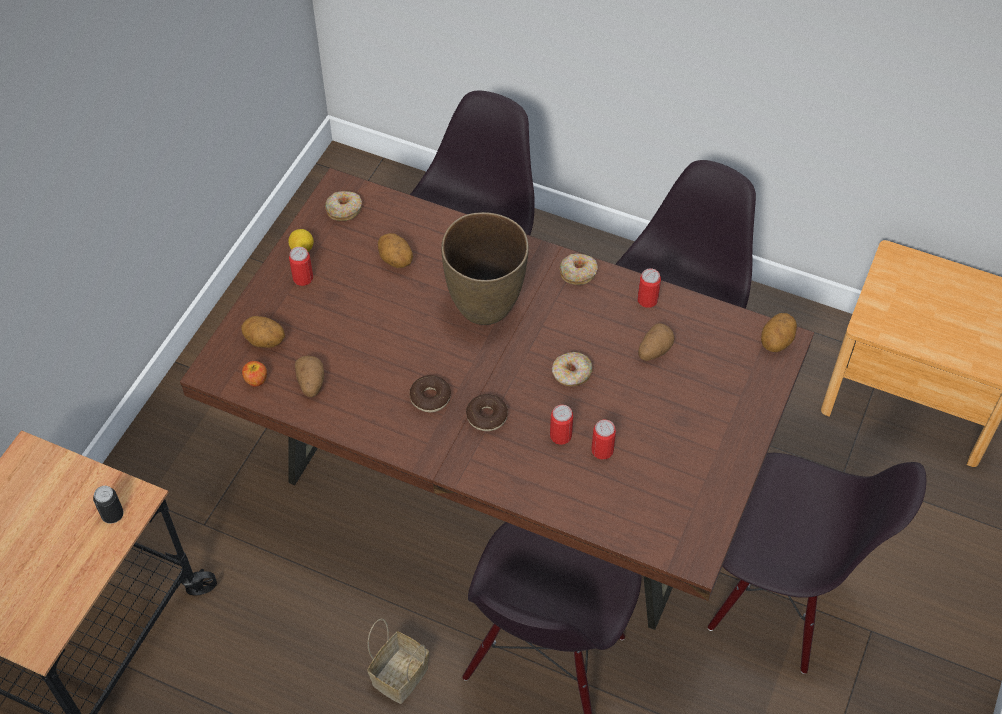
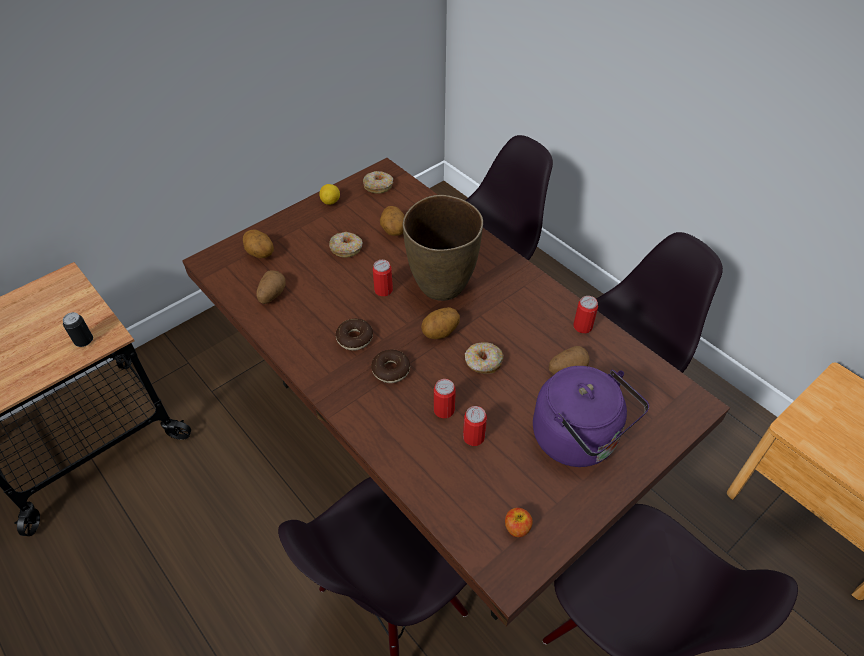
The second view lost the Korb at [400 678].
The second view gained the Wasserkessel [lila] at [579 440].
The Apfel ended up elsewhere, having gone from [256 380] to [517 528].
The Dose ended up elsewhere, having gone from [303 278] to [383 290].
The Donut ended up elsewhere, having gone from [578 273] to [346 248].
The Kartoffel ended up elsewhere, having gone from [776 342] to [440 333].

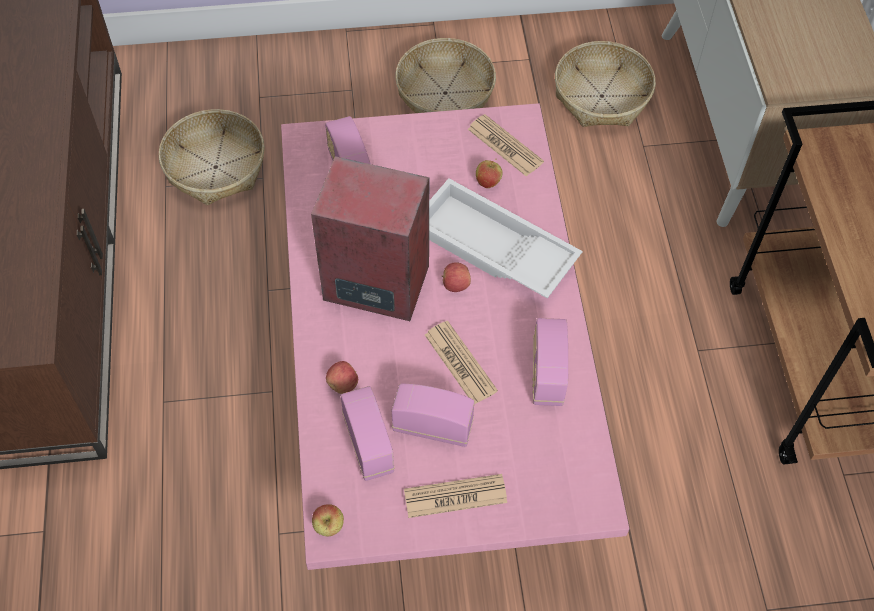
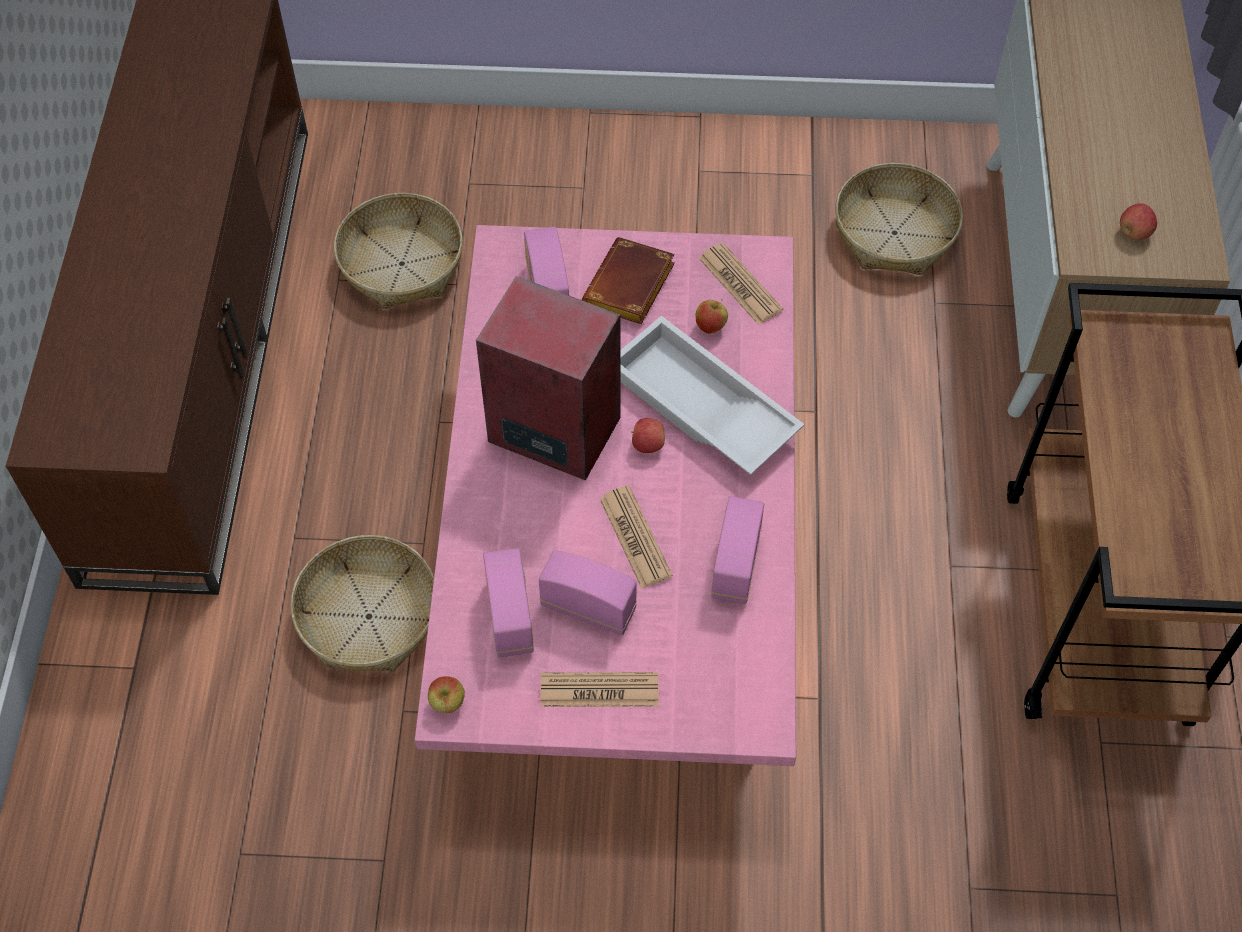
The second view gained the Buch [braun] at [630 289].
The Apfel ended up elsewhere, having gone from [343 384] to [1134 232].
The Korb ended up elsewhere, having gone from [445 93] to [369 616].

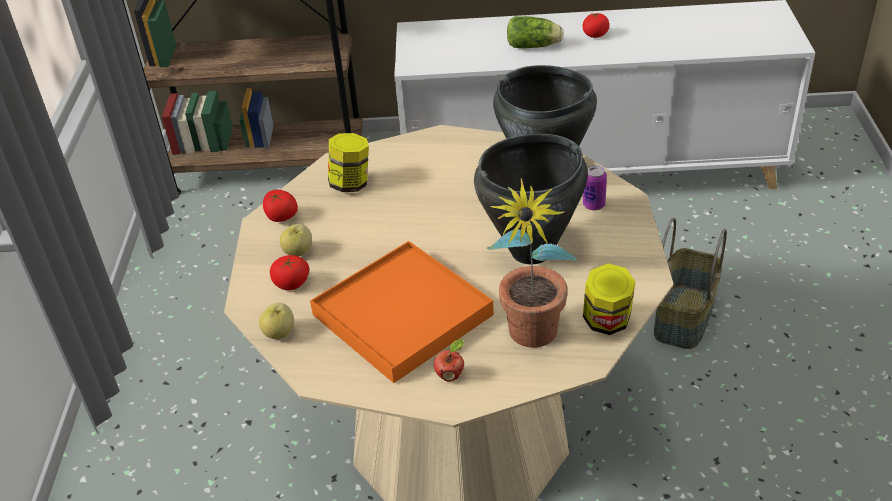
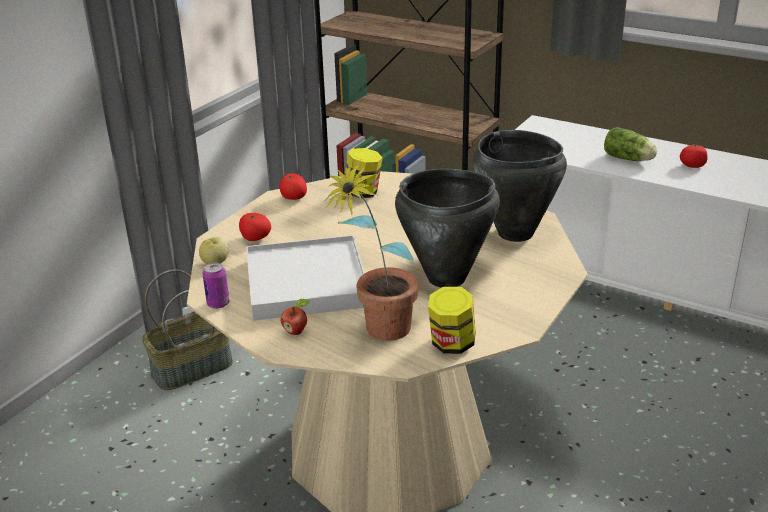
The second view lost the Apfel at [298 252].
The Dose ended up elsewhere, having gone from [593 205] to [218 304].
The Korb ended up elsewhere, having gone from [683 316] to [192 368].
What was the Tablett [orange] at [403 315] turned into the Tablett [weiß] at [307 283].

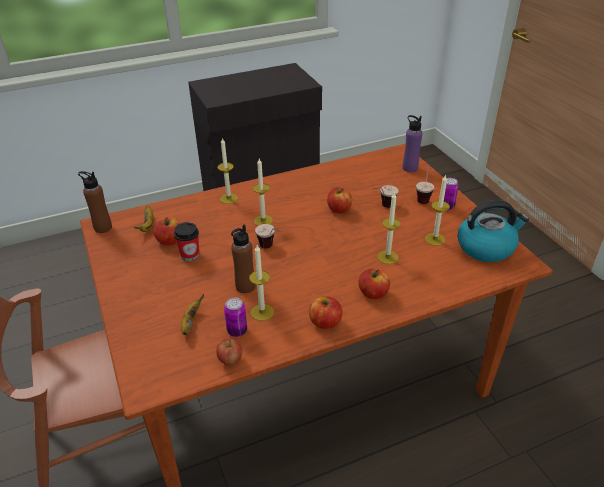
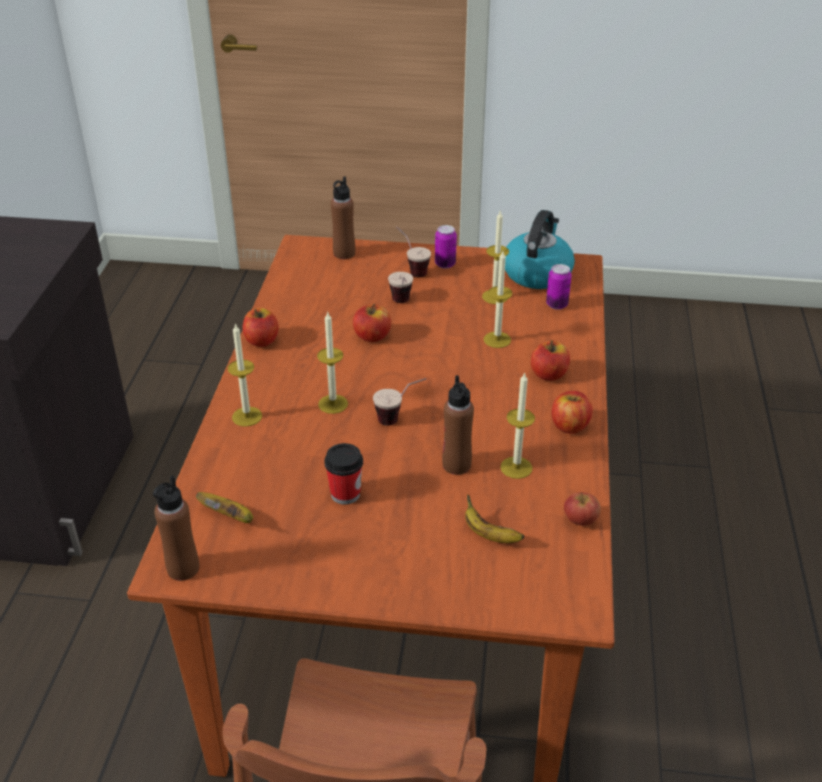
The Apfel ended up elsewhere, having gone from [170 241] to [262 341].
The Dose ended up elsewhere, having gone from [237 331] to [557 305].
What was the Flasche [lila] at [410 168] turned into the Flasche [braun] at [344 253].

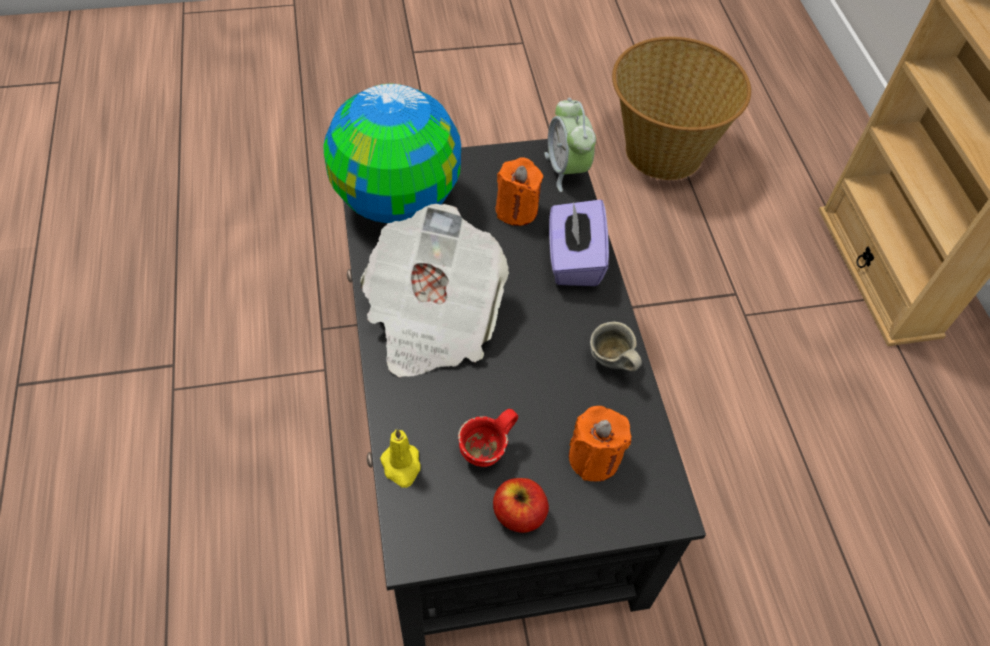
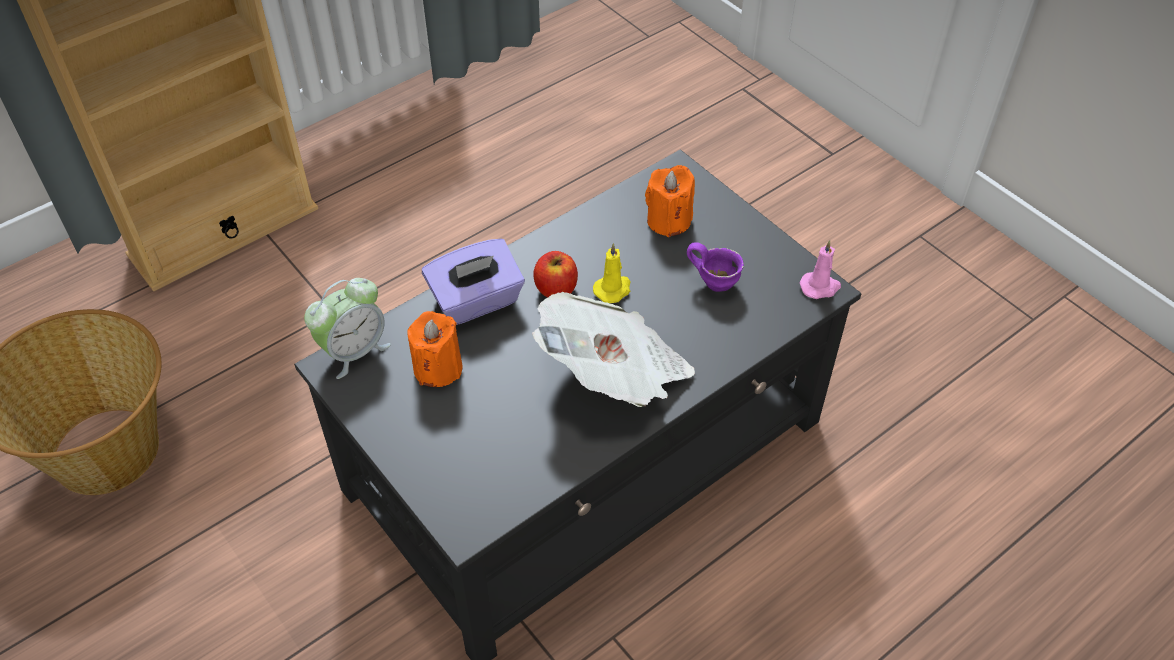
The second view lost the Globus at [397 201].
The second view lost the Henkelbecher [grau] at [610 364].
The second view gained the Kerze [rosa] at [820 287].
The Kerze [gelb] ended up elsewhere, having gone from [401 466] to [613 289].
The Apfel ended up elsewhere, having gone from [519 514] to [556 289].
What was the Henkelbecher [rot] at [487 453] turned into the Henkelbecher [lila] at [715 281].

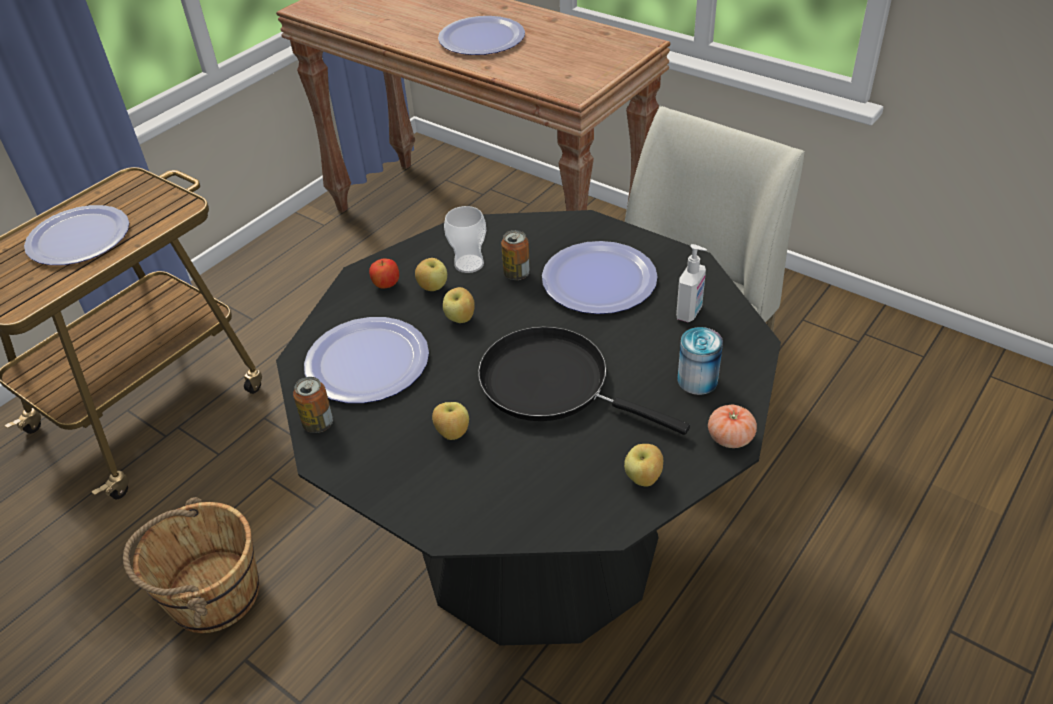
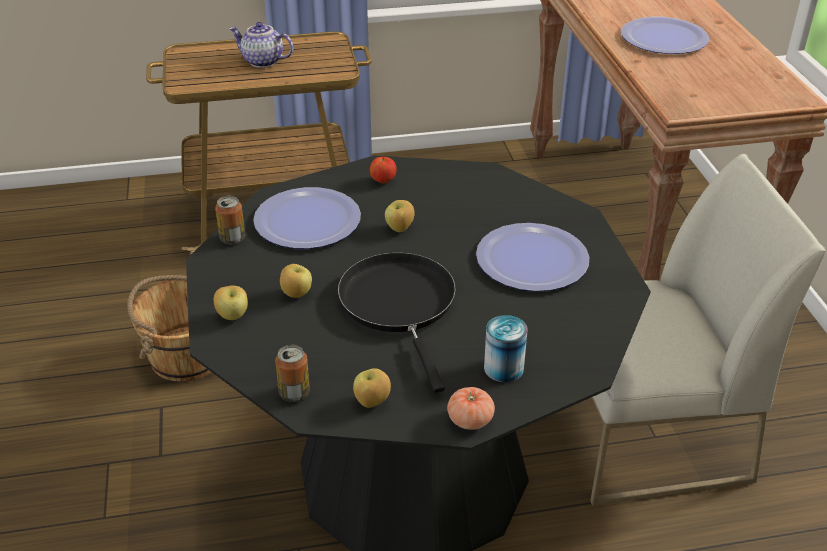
The second view lost the Tasse at [469 264].
The second view lost the Seifenspender at [690 313].
The Apfel ended up elsewhere, having gone from [433 287] to [233 316].
The Dose ended up elsewhere, having gone from [517 274] to [294 393].
Where the Teller stood at [79 238], the Teekanne came to stand at [262 62].

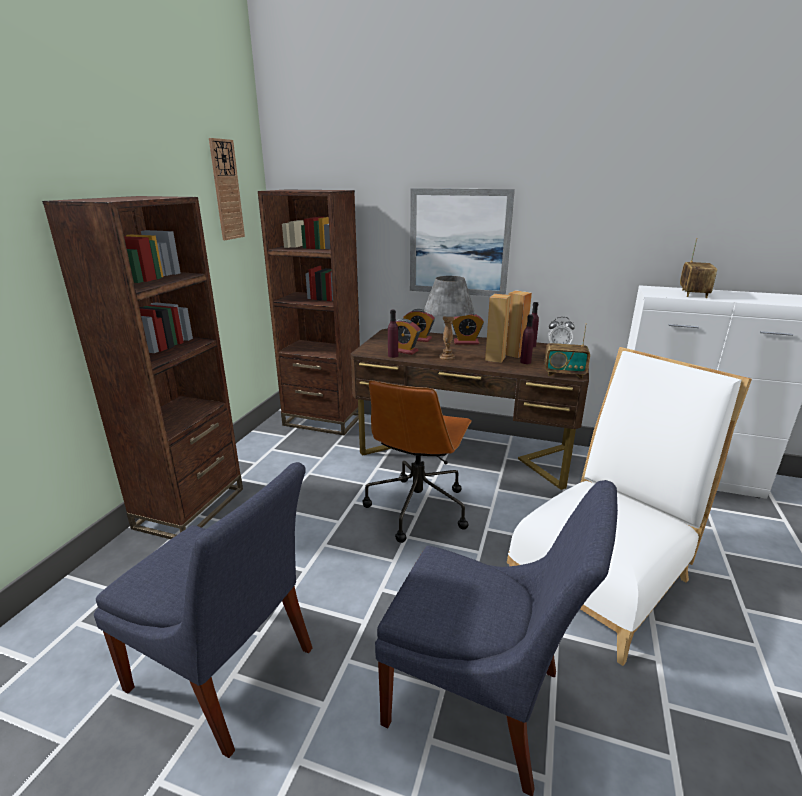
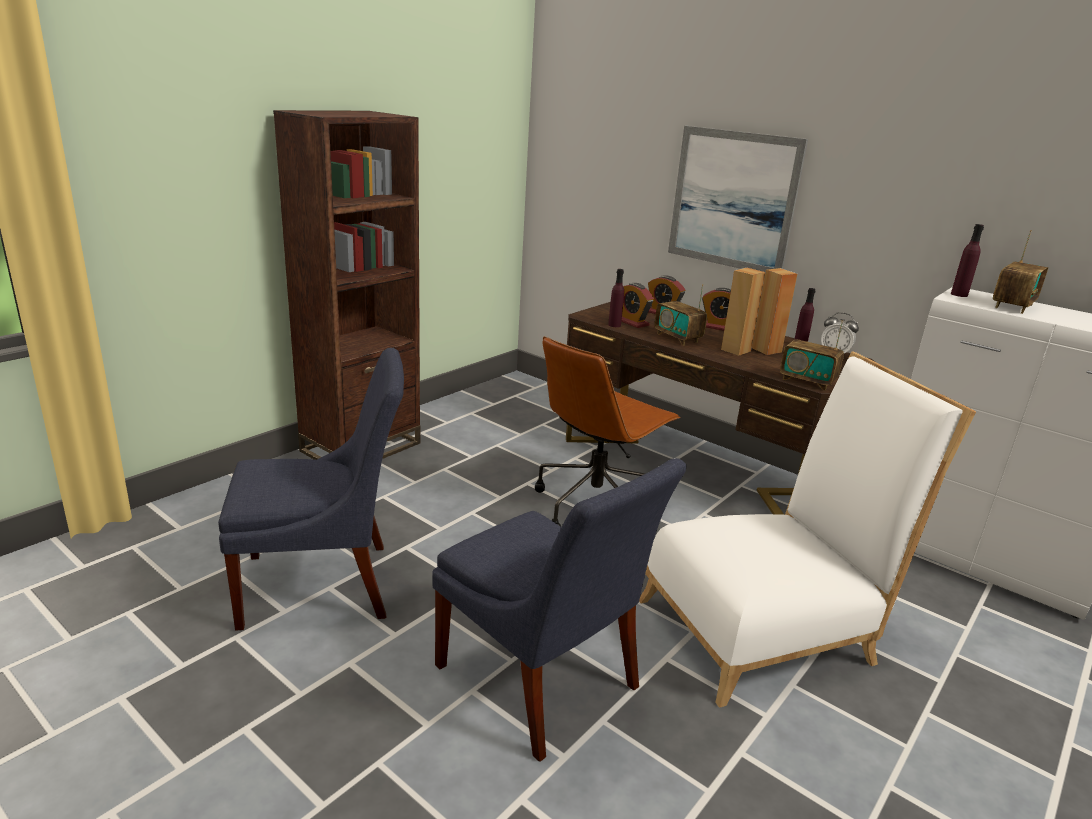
The second view lost the Wanduhr at [226 190].
The second view lost the Bücherregal [braun] at [323 420].
The Flasche [lila] ended up elsewhere, having gone from [525 362] to [959 294].
Where the Tischlampe [grau] stood at [447 357], the Radio came to stand at [677 338].
The Stuhl [blau] at [226 673] ended up facing another way, 60 degrees counterclockwise from before.

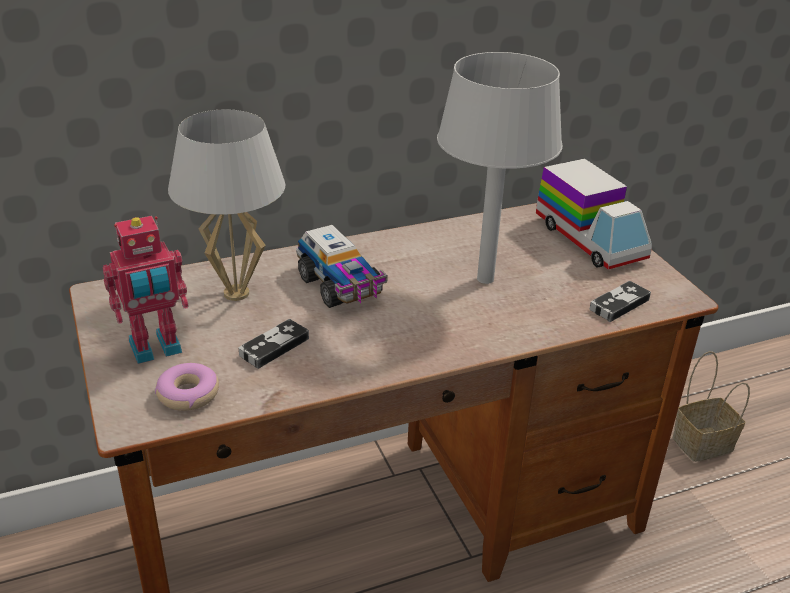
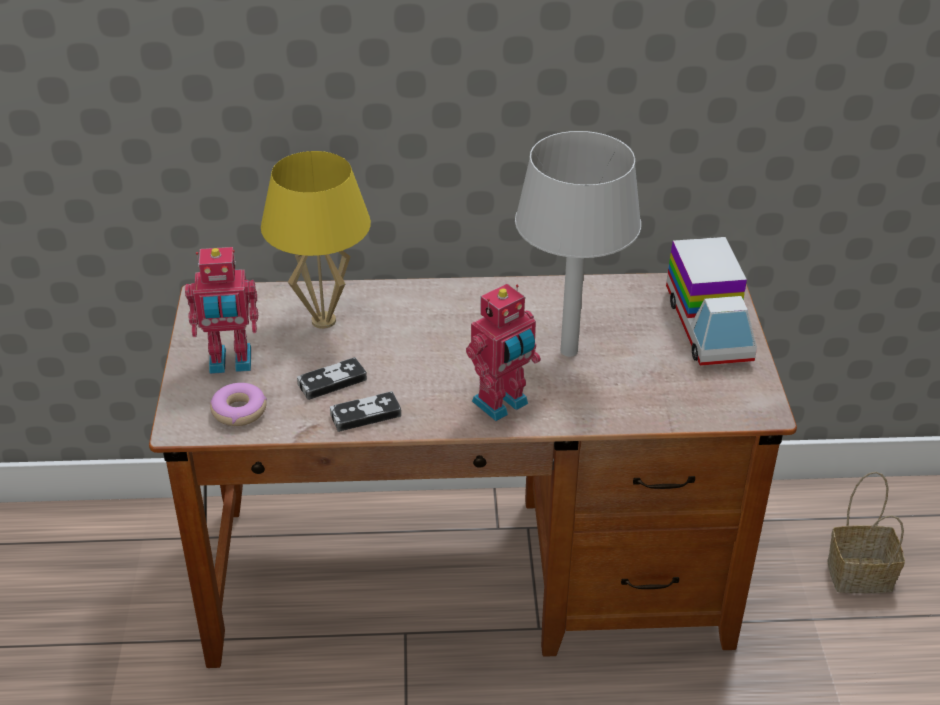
The second view lost the Spielzeuglaster at [340 286].
The second view gained the Spielzeugroboter at [502 404].
The Gamepad ended up elsewhere, having gone from [619 304] to [365 415].
What was the Tischlampe [weiß] at [237 294] turned into the Tischlampe [gelb] at [324 321].

